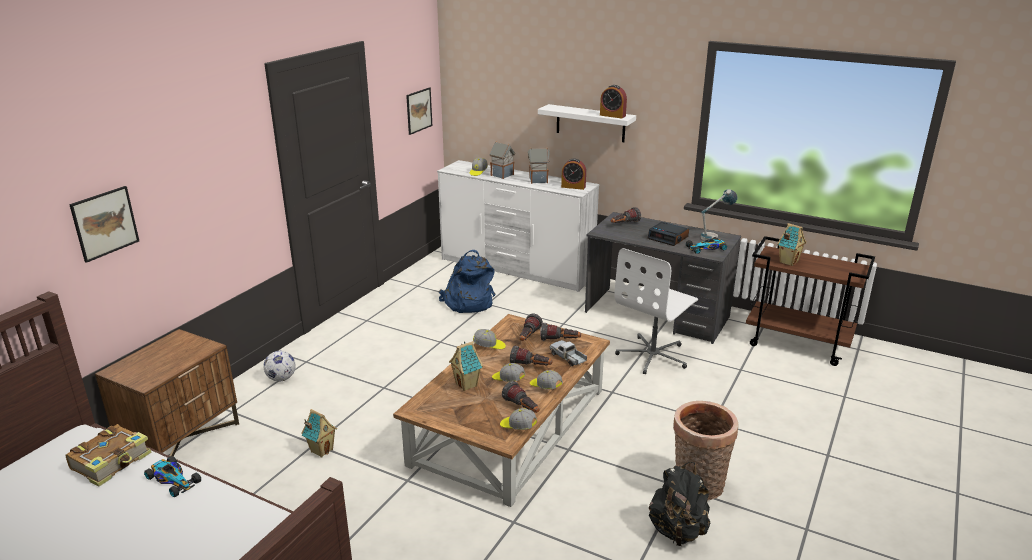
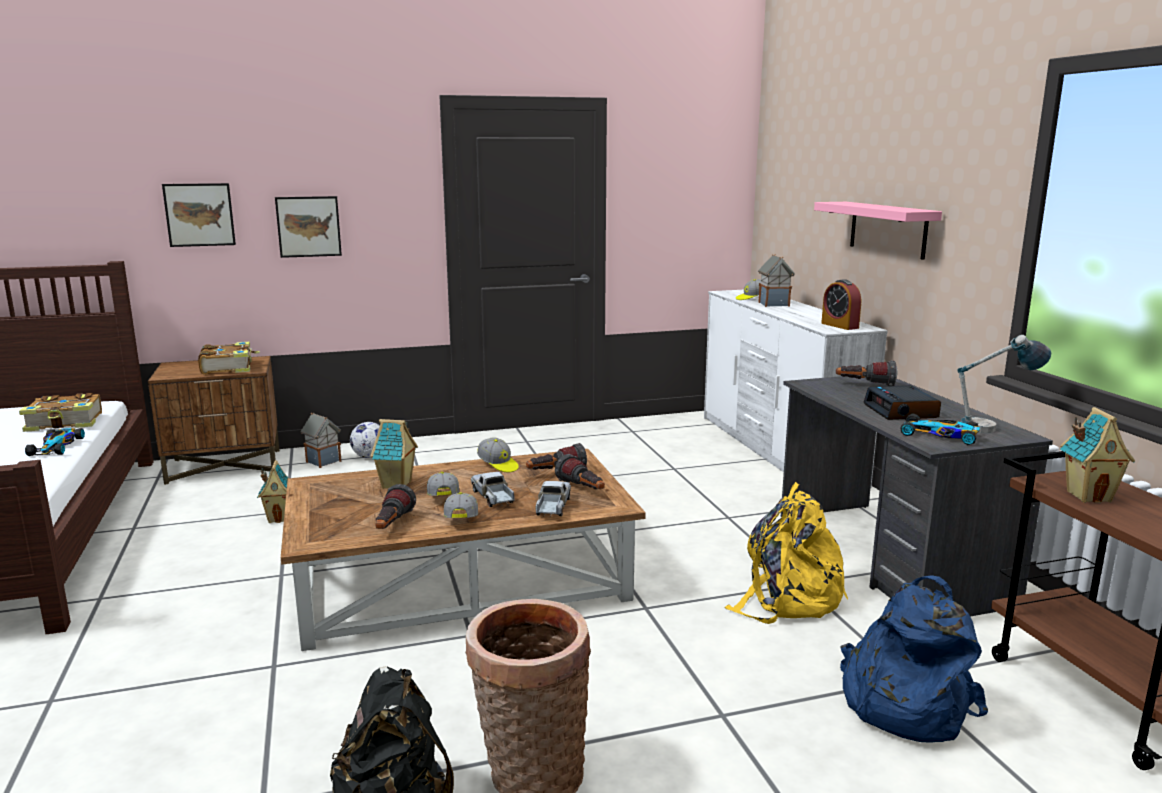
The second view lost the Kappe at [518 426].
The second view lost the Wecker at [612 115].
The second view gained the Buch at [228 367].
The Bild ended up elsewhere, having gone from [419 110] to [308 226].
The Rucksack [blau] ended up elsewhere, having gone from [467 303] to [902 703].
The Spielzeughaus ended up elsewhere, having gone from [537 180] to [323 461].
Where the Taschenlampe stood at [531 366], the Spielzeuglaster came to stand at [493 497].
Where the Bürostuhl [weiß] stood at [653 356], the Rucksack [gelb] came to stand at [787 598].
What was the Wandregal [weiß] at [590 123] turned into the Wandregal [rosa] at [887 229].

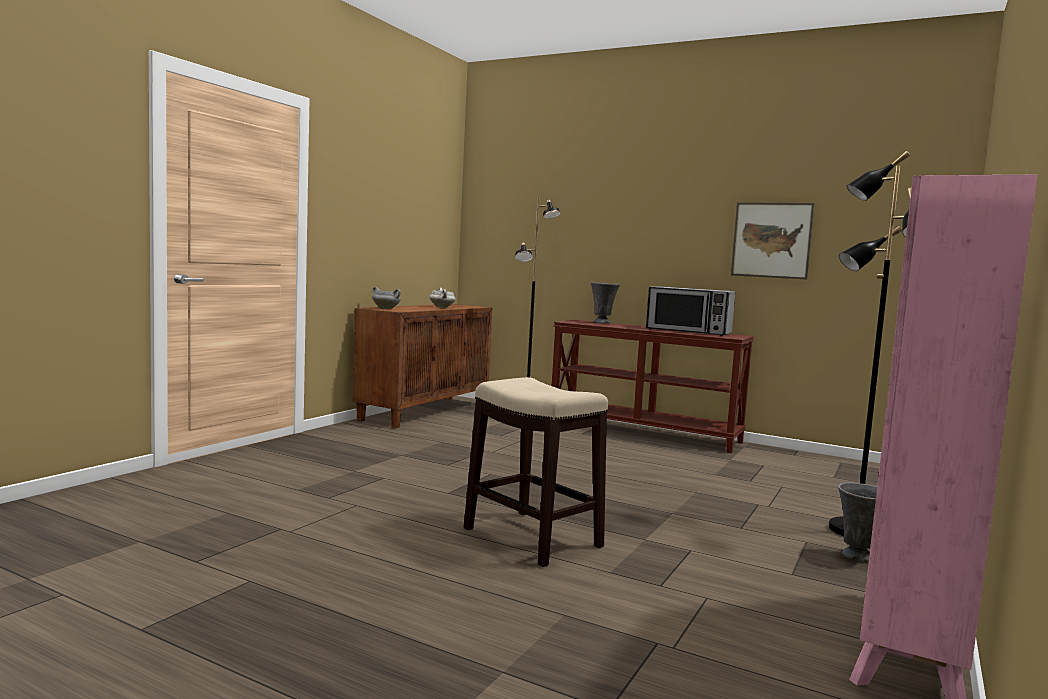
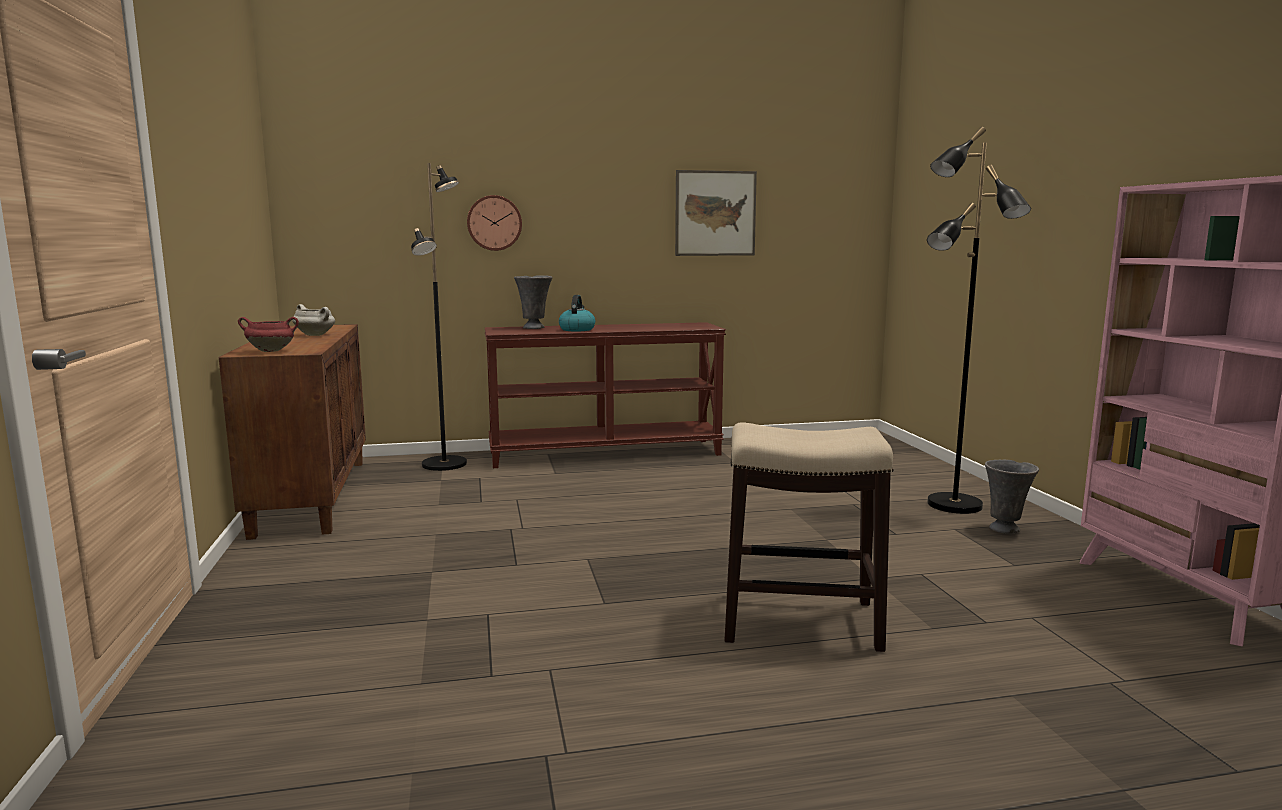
The second view lost the Mikrowelle at [688 331].
The second view gained the Wanduhr at [494 223].
The second view gained the Wasserkessel at [577 329].
What was the Kochtopf [grau] at [386 309] turned into the Kochtopf [rot] at [271 351].

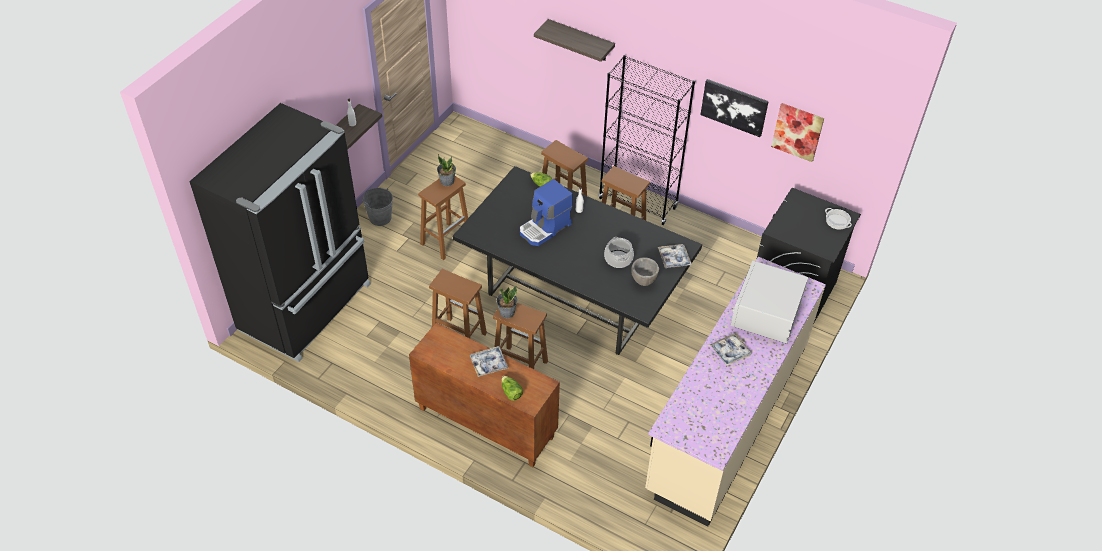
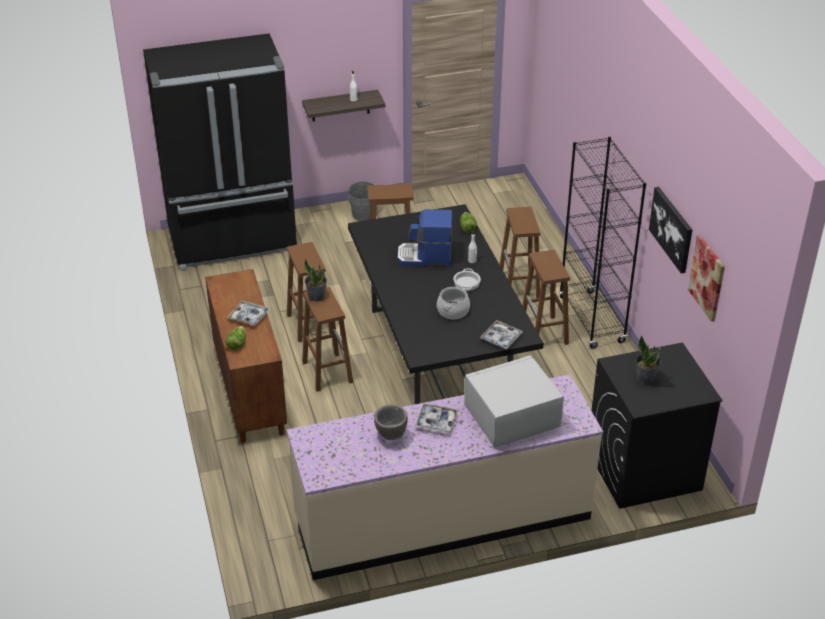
The second view lost the Wandregal at [580 41].
The Topfpflanze ended up elsewhere, having gone from [447 181] to [645 378].
The Schüssel [grau] ended up elsewhere, having gone from [643 281] to [391 435].
The Kochtopf ended up elsewhere, having gone from [837 221] to [467 283].

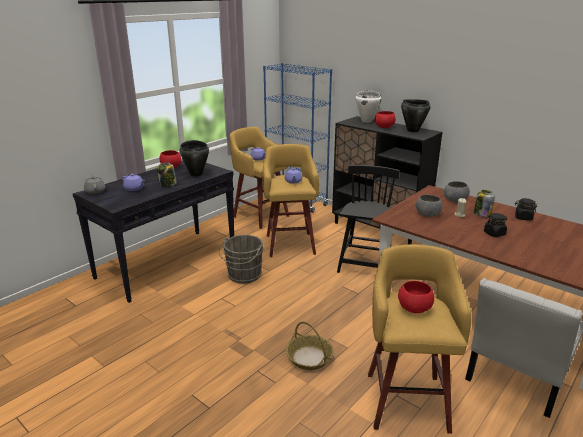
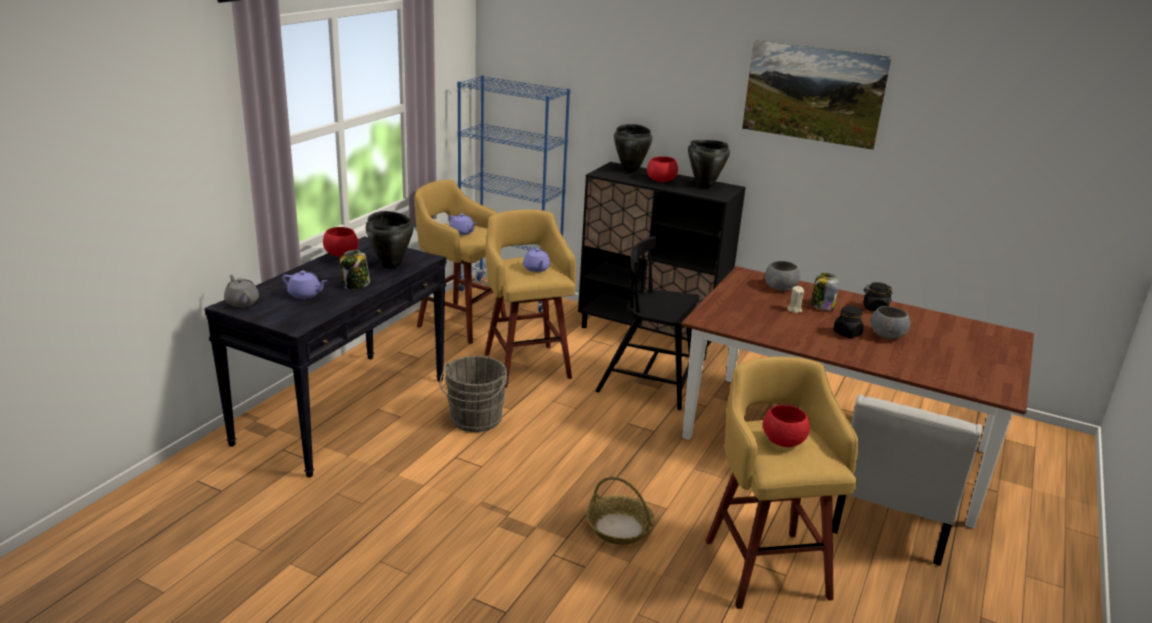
The second view gained the Bild at [809 116].
The Schüssel [grau] ended up elsewhere, having gone from [428 214] to [887 335].
What was the Kochtopf [weiß] at [367 121] turned into the Kochtopf [schwarz] at [630 170].
The Stuhl [schwarz] at [365 262] ended up facing another way, 75 degrees counterclockwise from before.

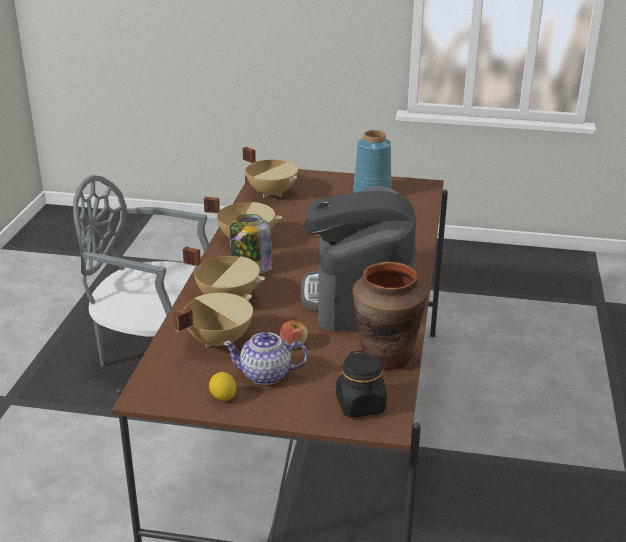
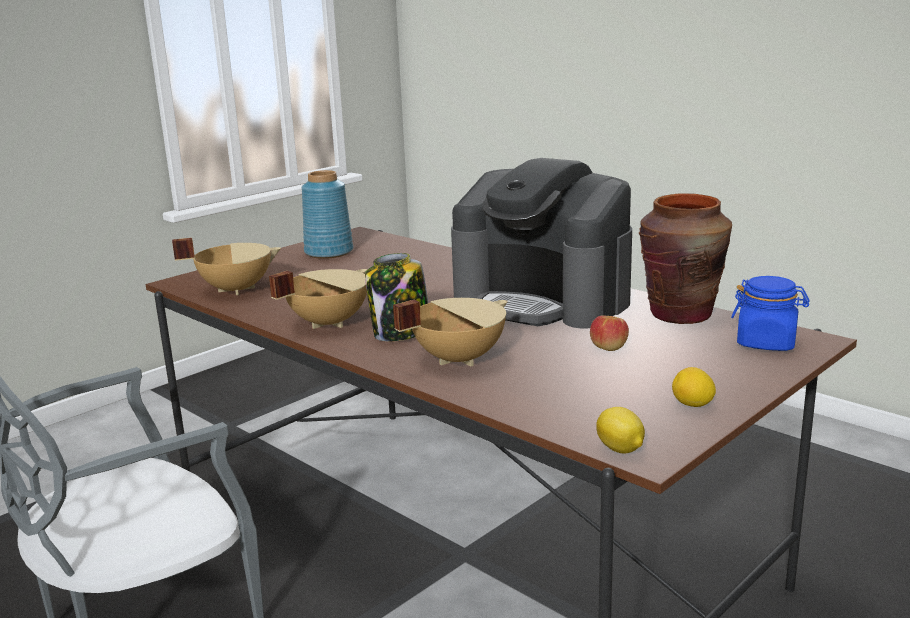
The second view lost the Kochtopf [beige] at [217 340].
The second view lost the Teekanne at [266 375].
The second view gained the Zitrone at [620 450].
What was the Vorratsglas [schwarz] at [360 405] turned into the Vorratsglas [blau] at [766 343].

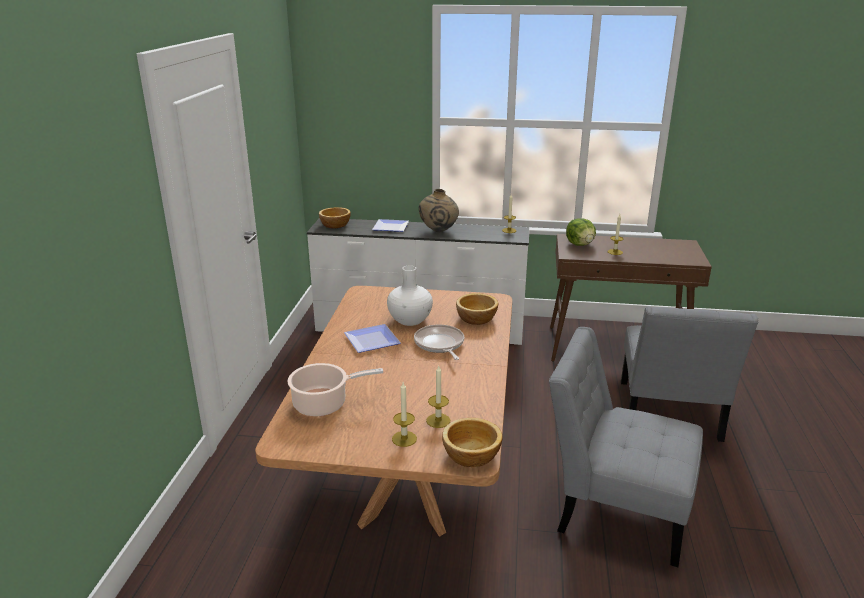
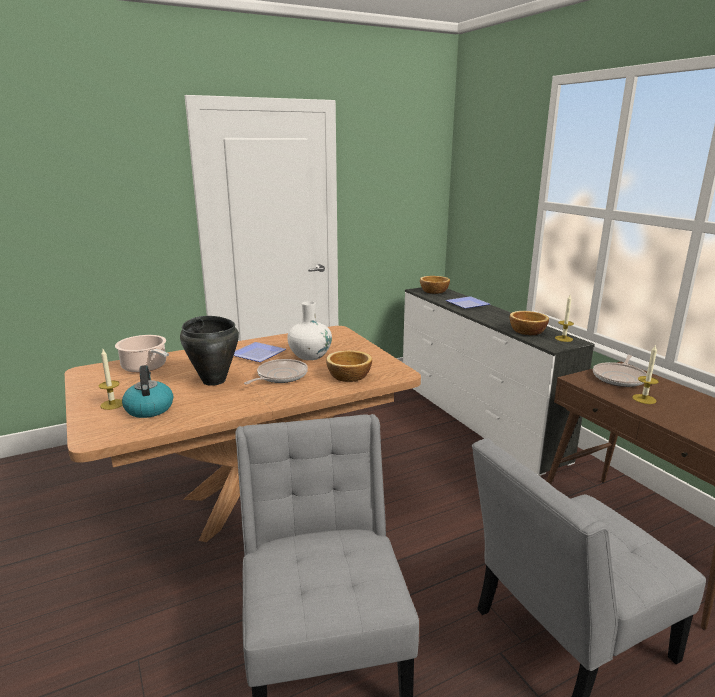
The second view lost the Vase [beige] at [438 231].
The second view gained the Kochtopf [schwarz] at [214 380].
The Schüssel ended up elsewhere, having gone from [470 456] to [526 331].
Where the Kerze stood at [438 420], the Wasserkessel came to stand at [149 408].
Where the Salatkopf stood at [580 244], the Pfanne came to stand at [619 378].

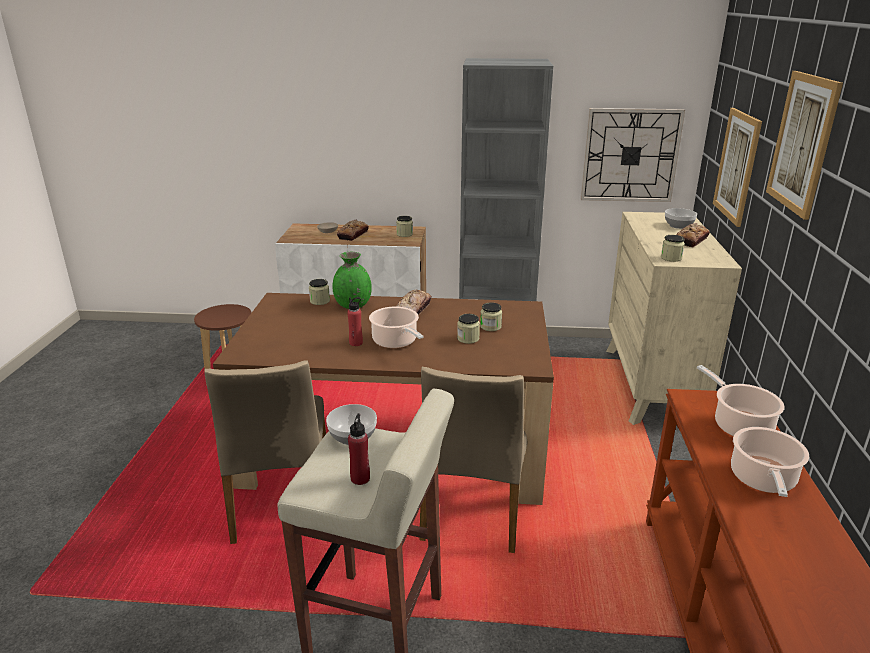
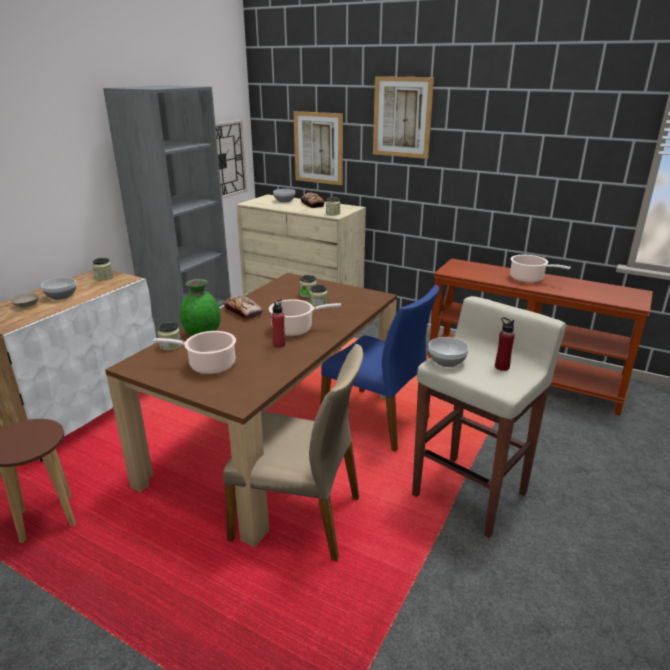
The Kochtopf ended up elsewhere, having gone from [739 425] to [209 365].
Where the Brot stood at [353 235], the Schüssel came to stand at [61 296].
What was the Stuhl [beige] at [473 509] turned into the Stuhl [blau] at [377 420].

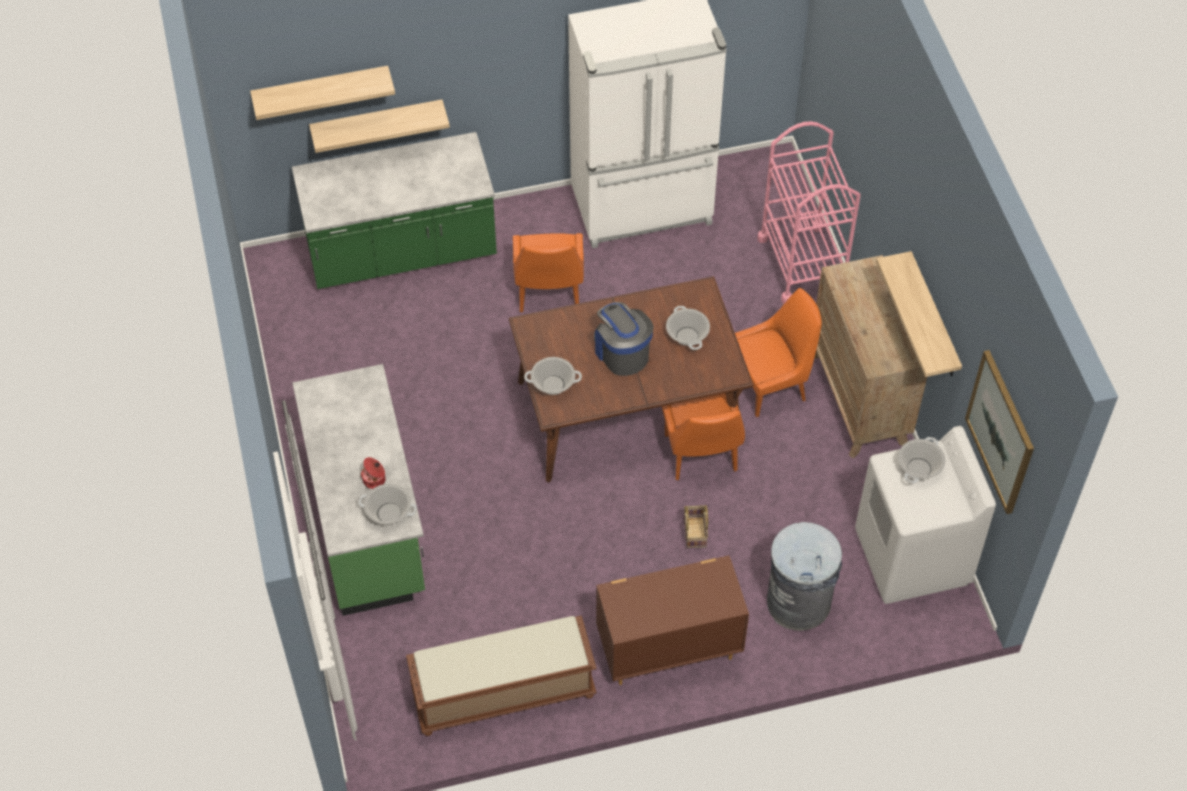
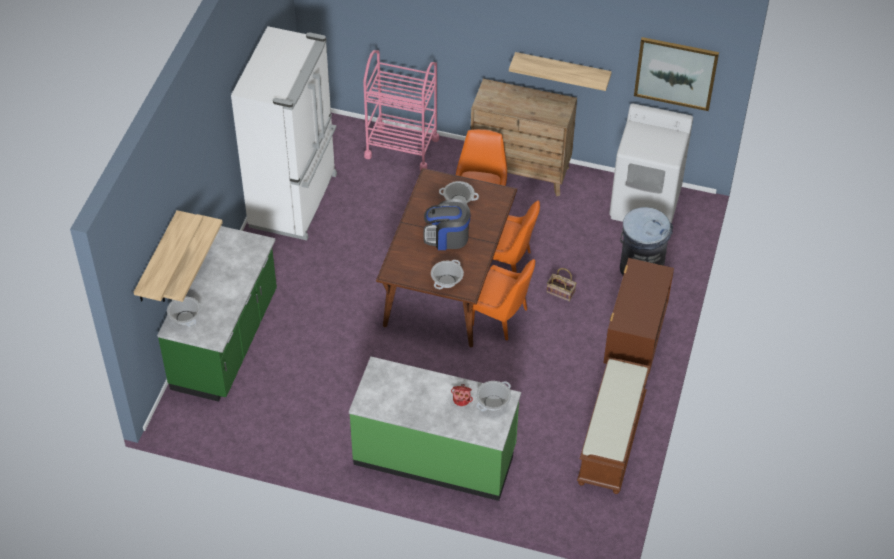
The Stuhl [orange] ended up elsewhere, having gone from [548 293] to [501 318].
The Kochtopf ended up elsewhere, having gone from [919 468] to [185 317].

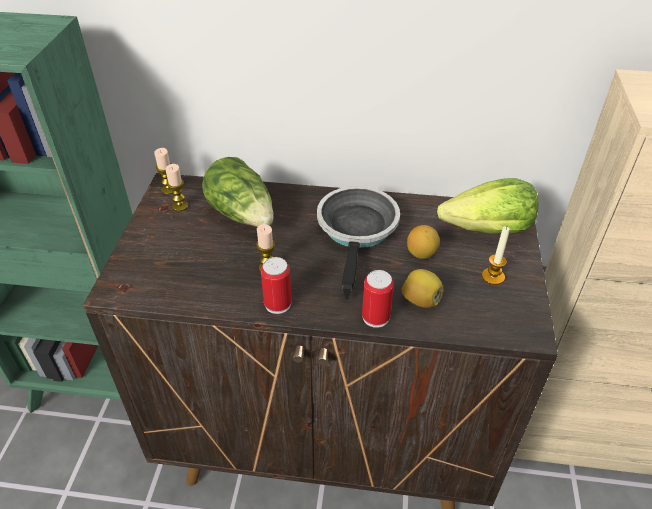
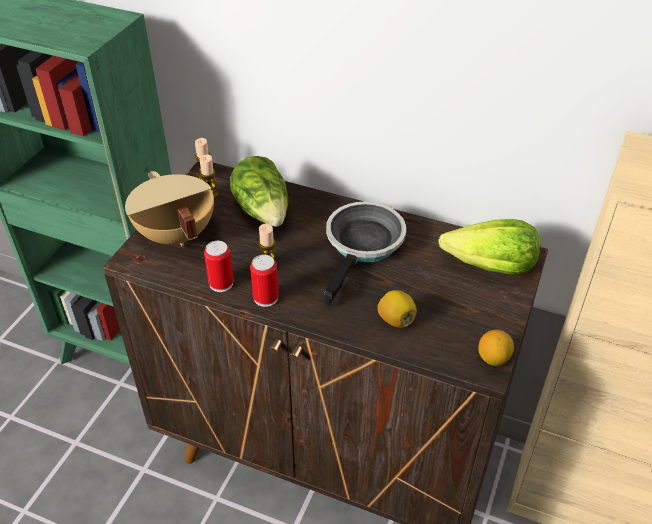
The second view lost the Kerze at [493 277].
The second view gained the Kochtopf [beige] at [174 235].
The Dose ended up elsewhere, having gone from [375 317] to [221 283].
The Zitrone ended up elsewhere, having gone from [421 253] to [493 359].

